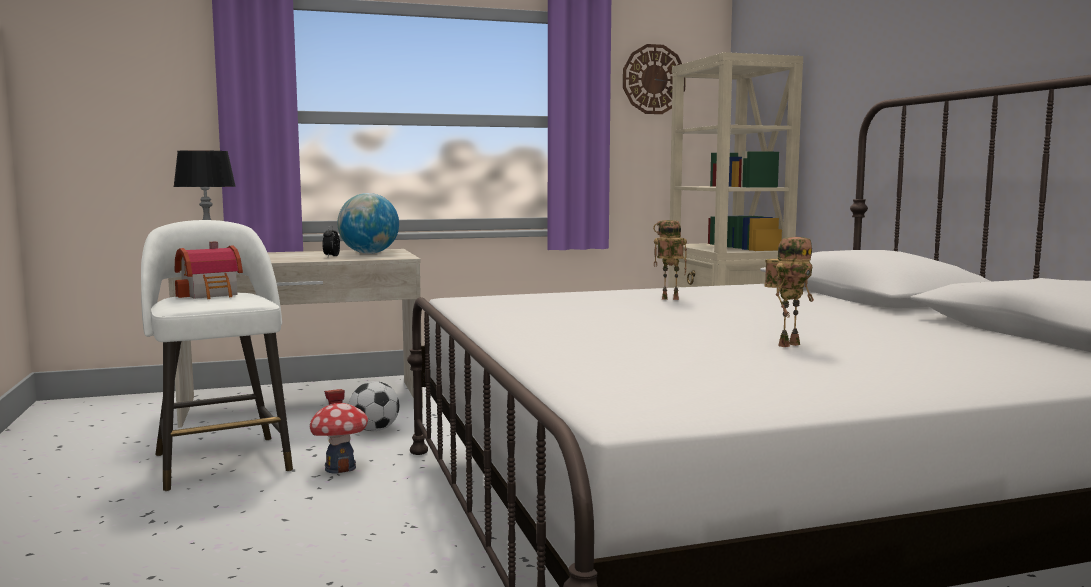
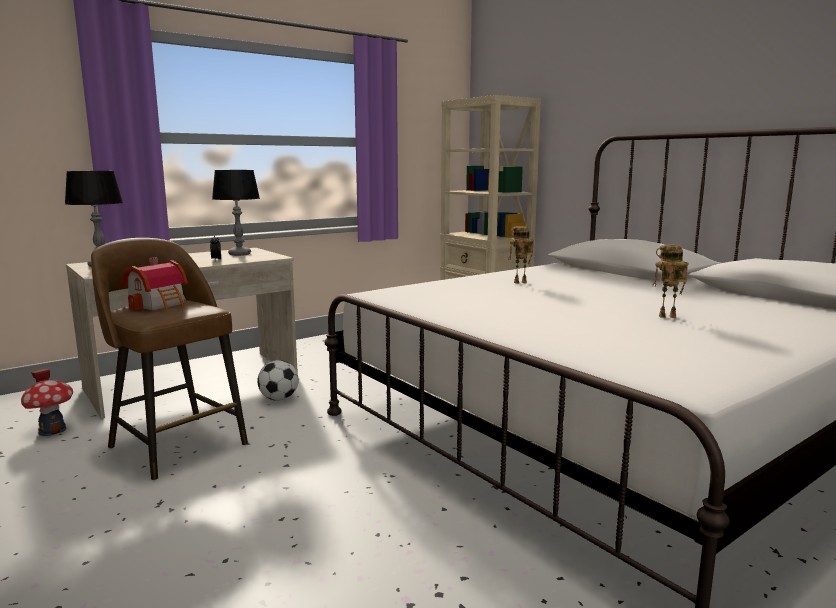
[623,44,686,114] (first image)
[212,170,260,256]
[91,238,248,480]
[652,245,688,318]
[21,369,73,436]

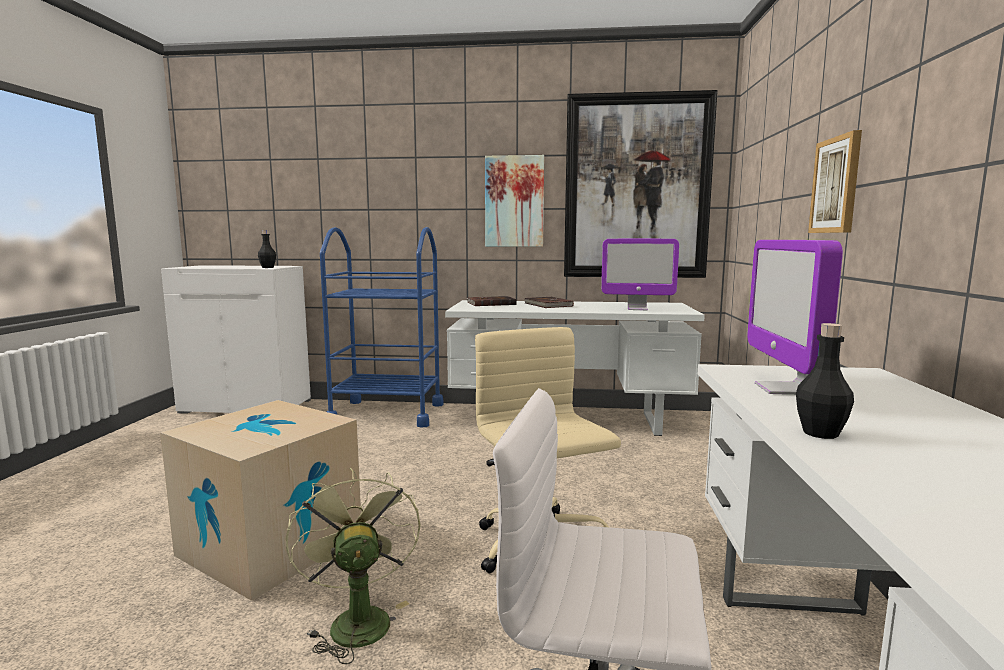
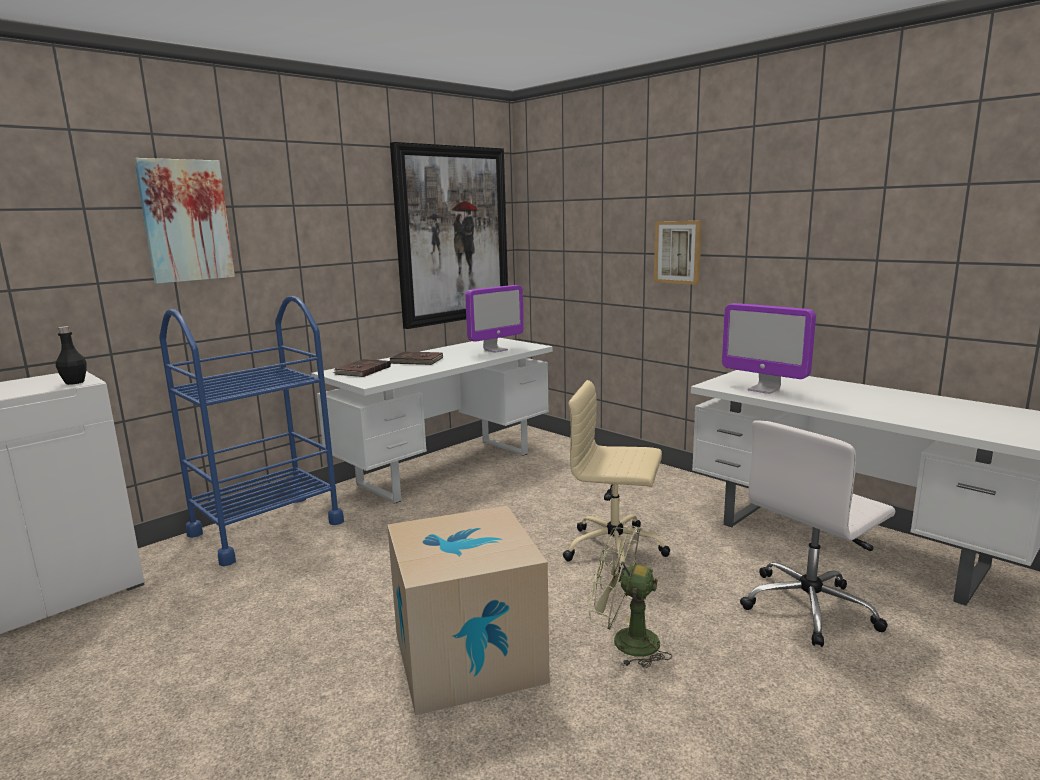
[134,158,235,284]
[796,323,854,439] (first image)

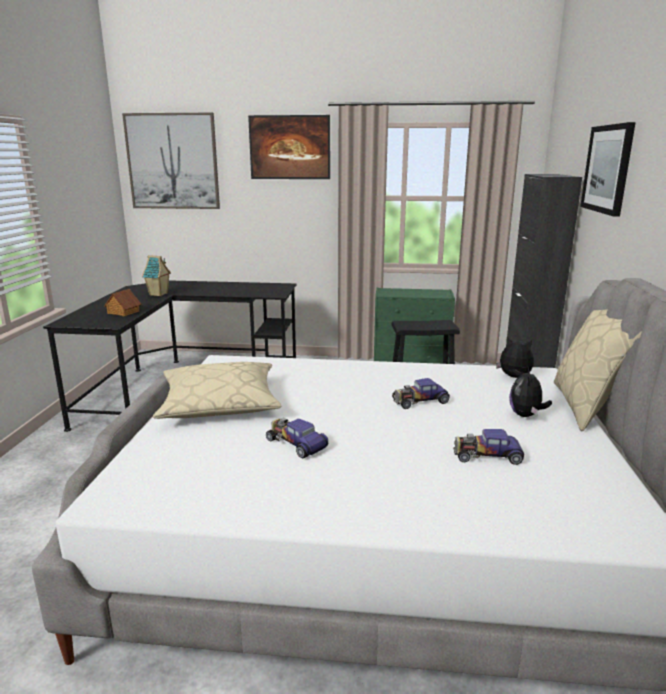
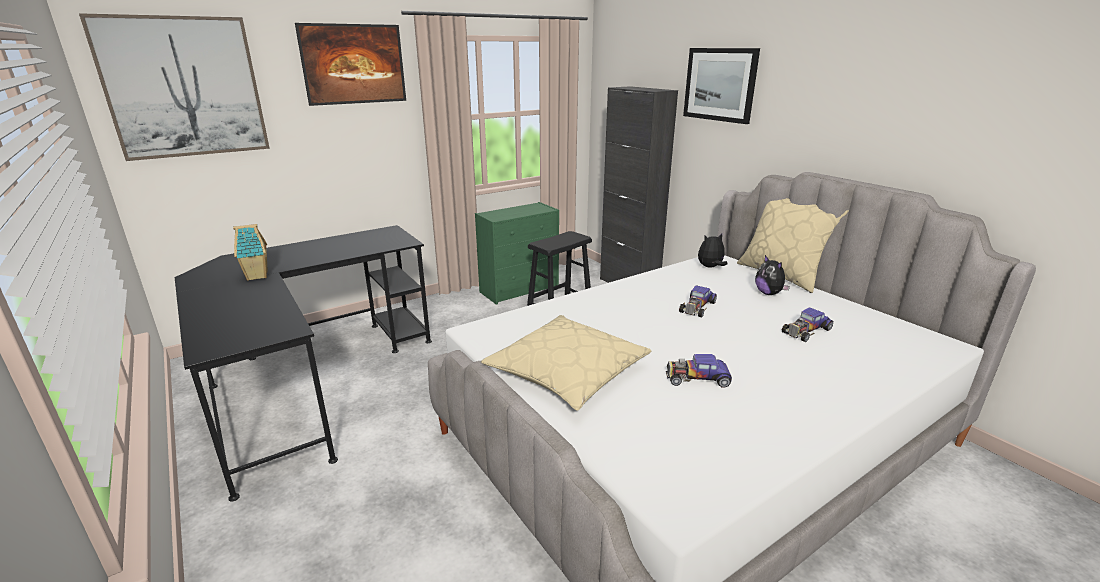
[104,289,142,316] (first image)

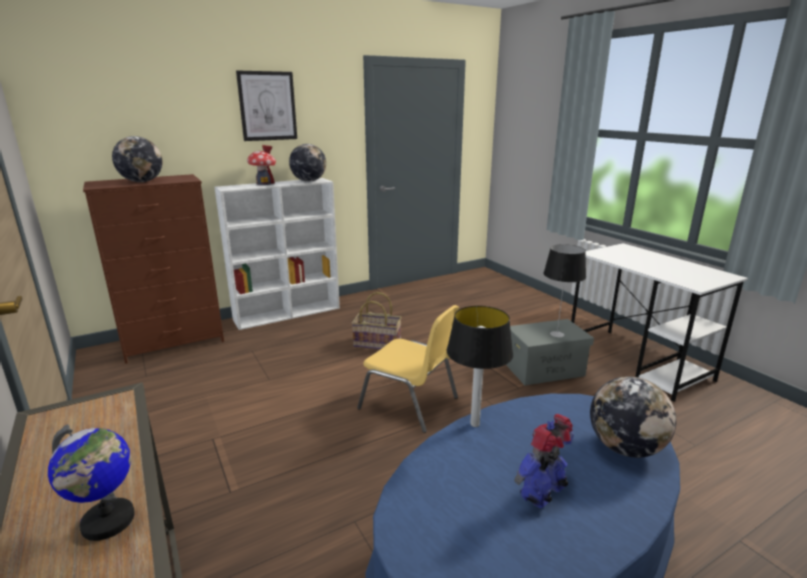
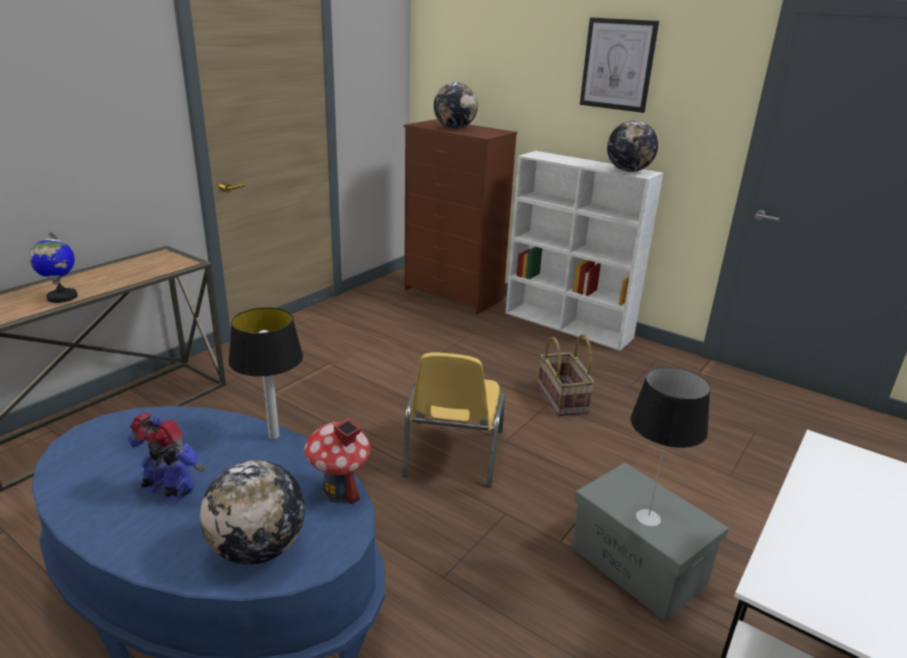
[304,417,371,504]

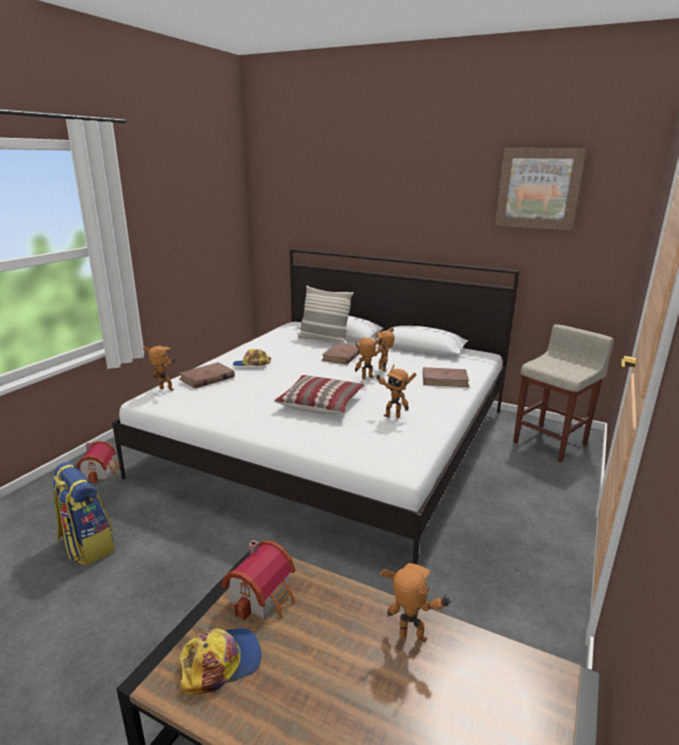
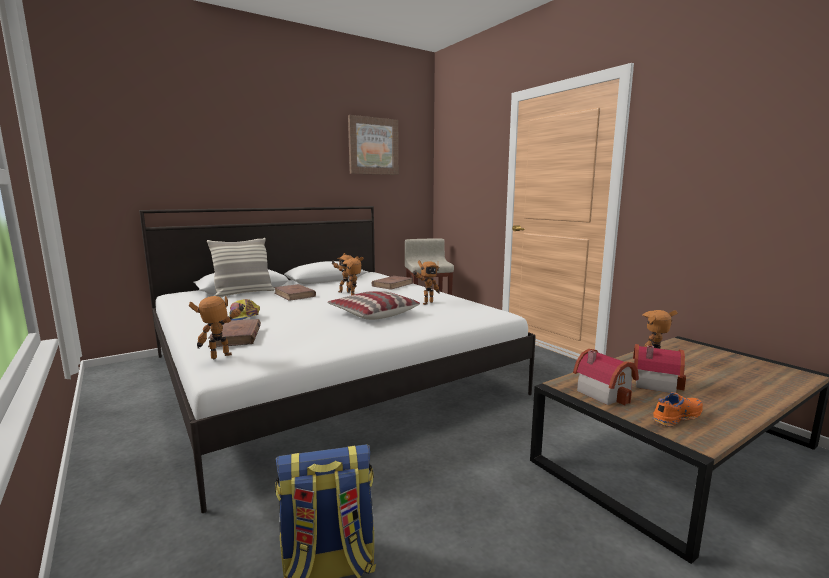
[633,344,686,393]
[652,392,703,427]

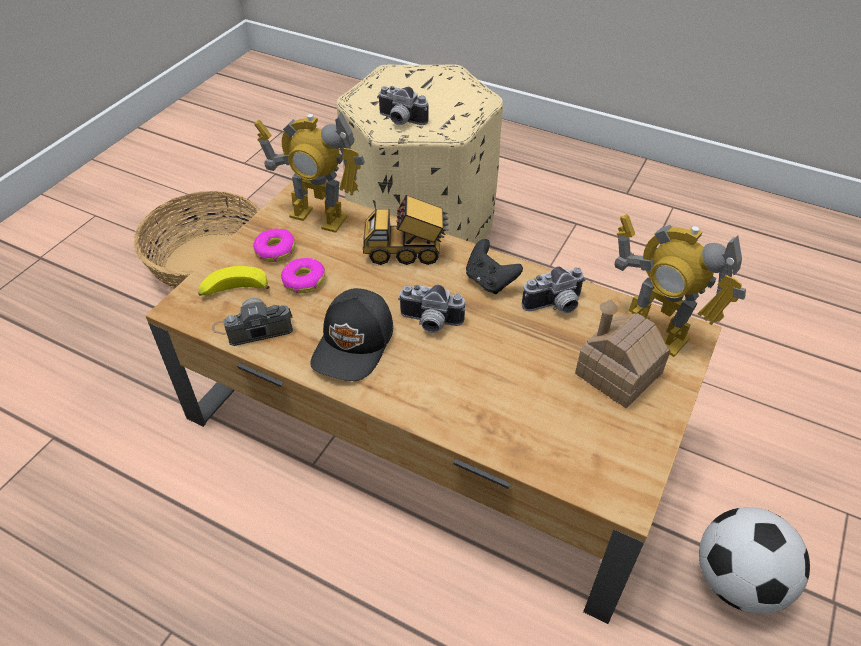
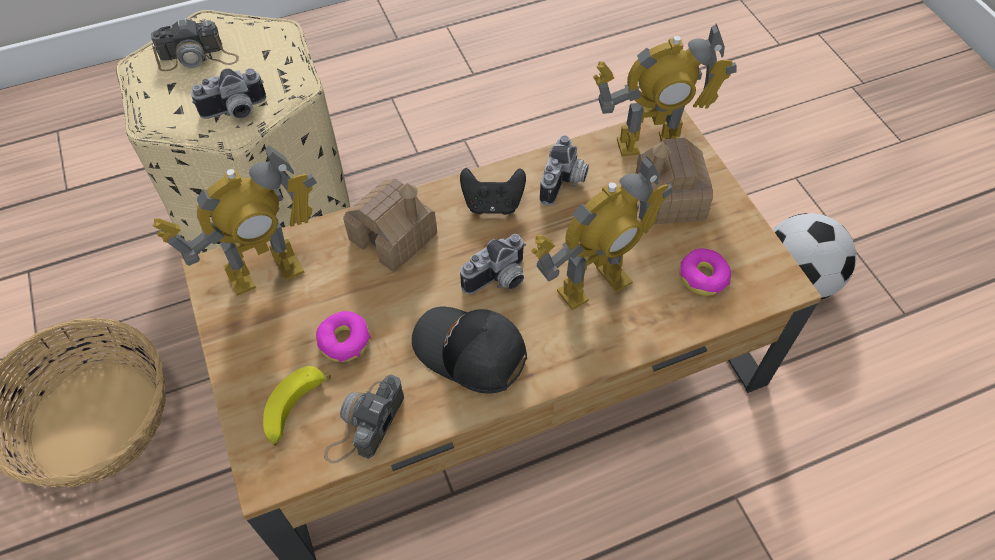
[343,179,437,272]
[679,248,731,296]
[412,307,527,393]
[151,18,239,71]
[531,156,673,310]

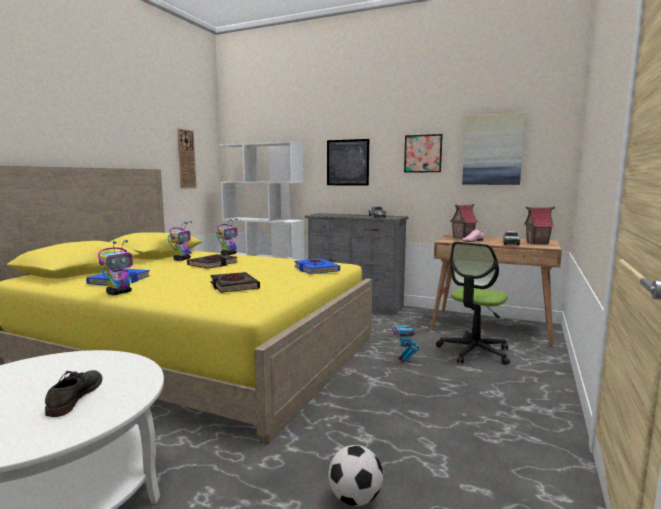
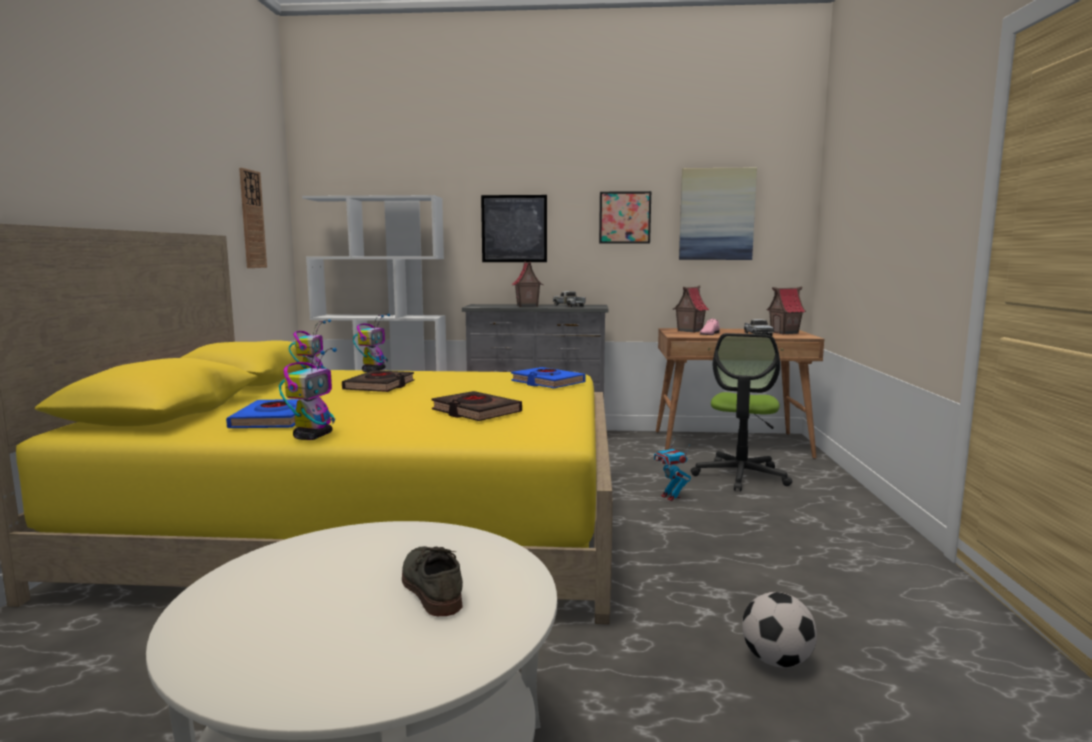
[511,261,543,307]

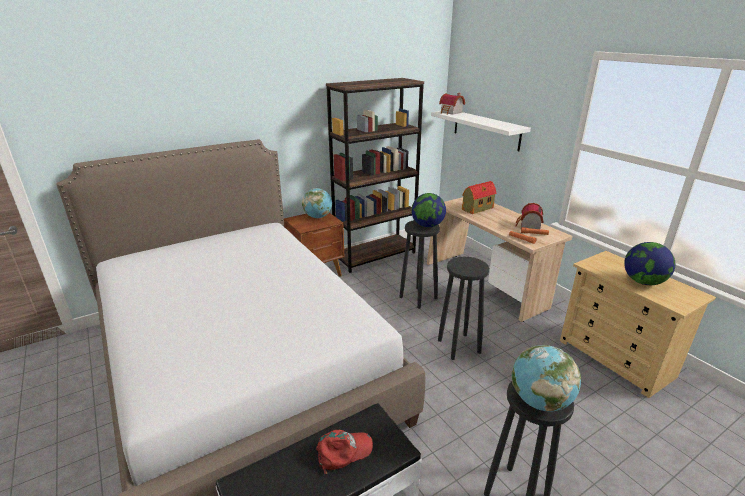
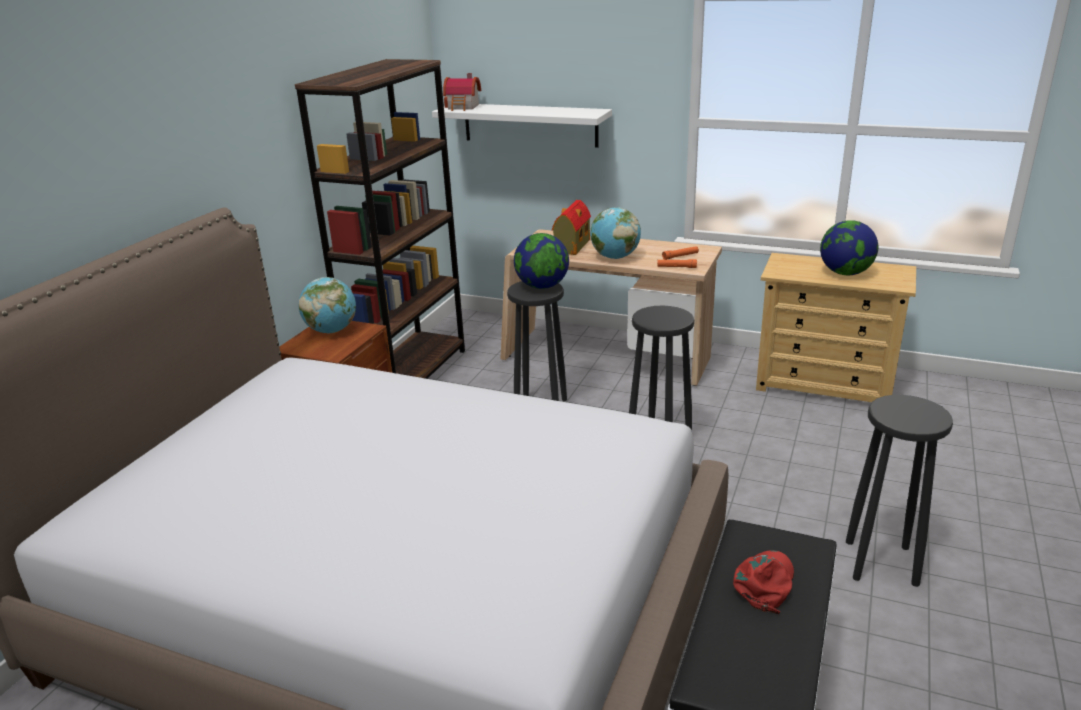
[515,203,544,229] (first image)
[590,207,641,259]

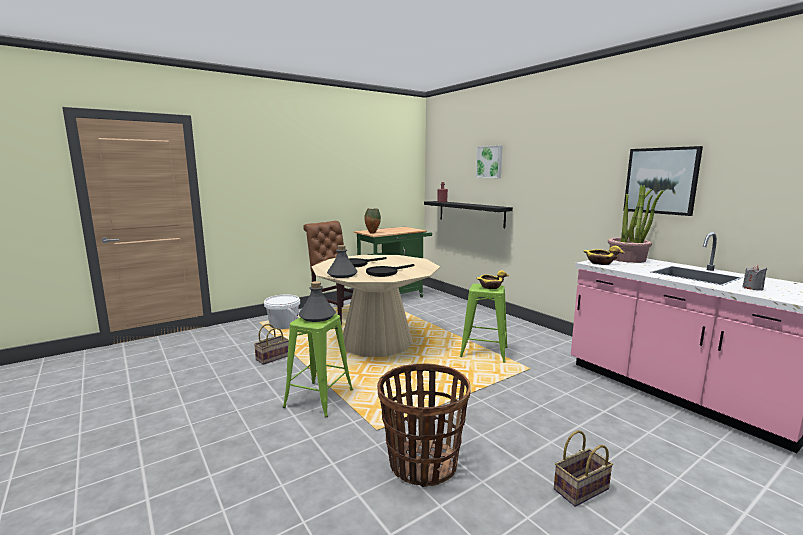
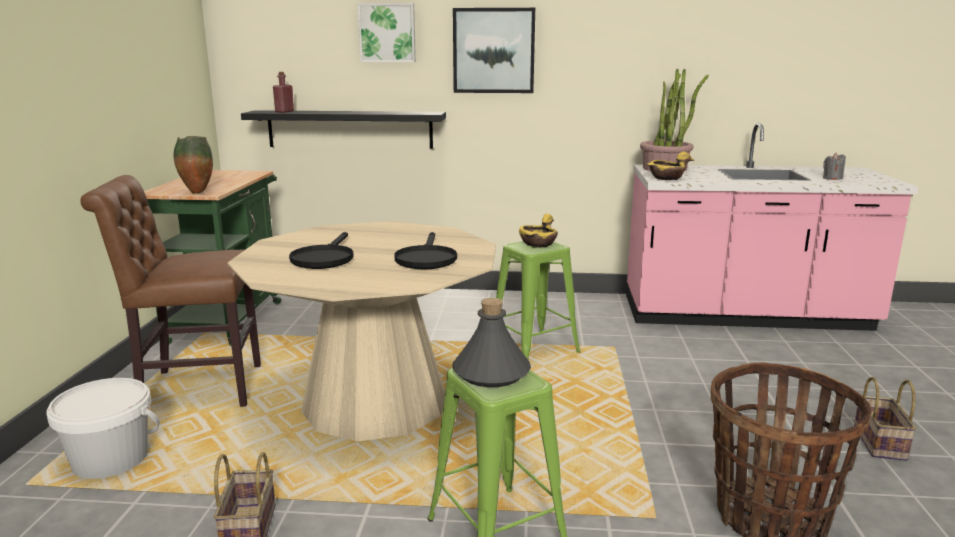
[453,8,535,93]
[327,245,358,278] (first image)

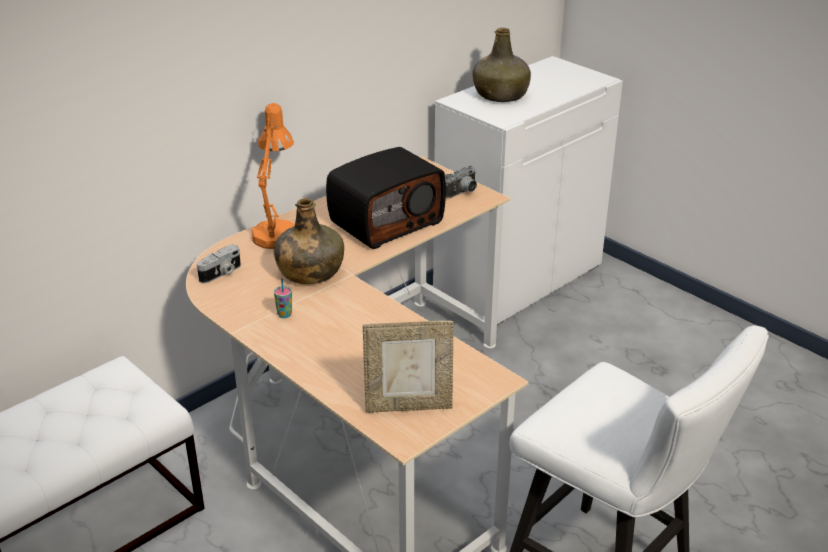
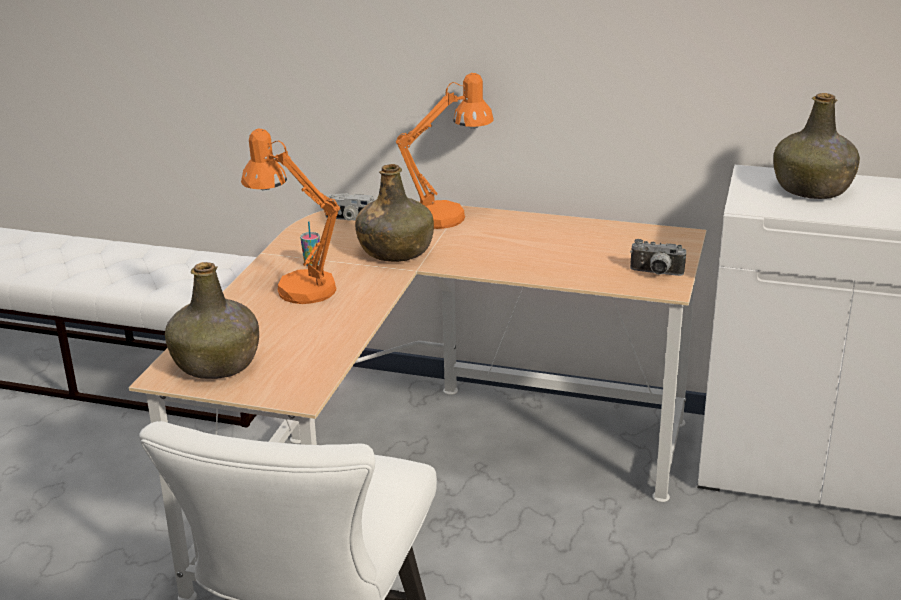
[326,147,446,249] (first image)
[165,262,259,379]
[241,129,340,304]

